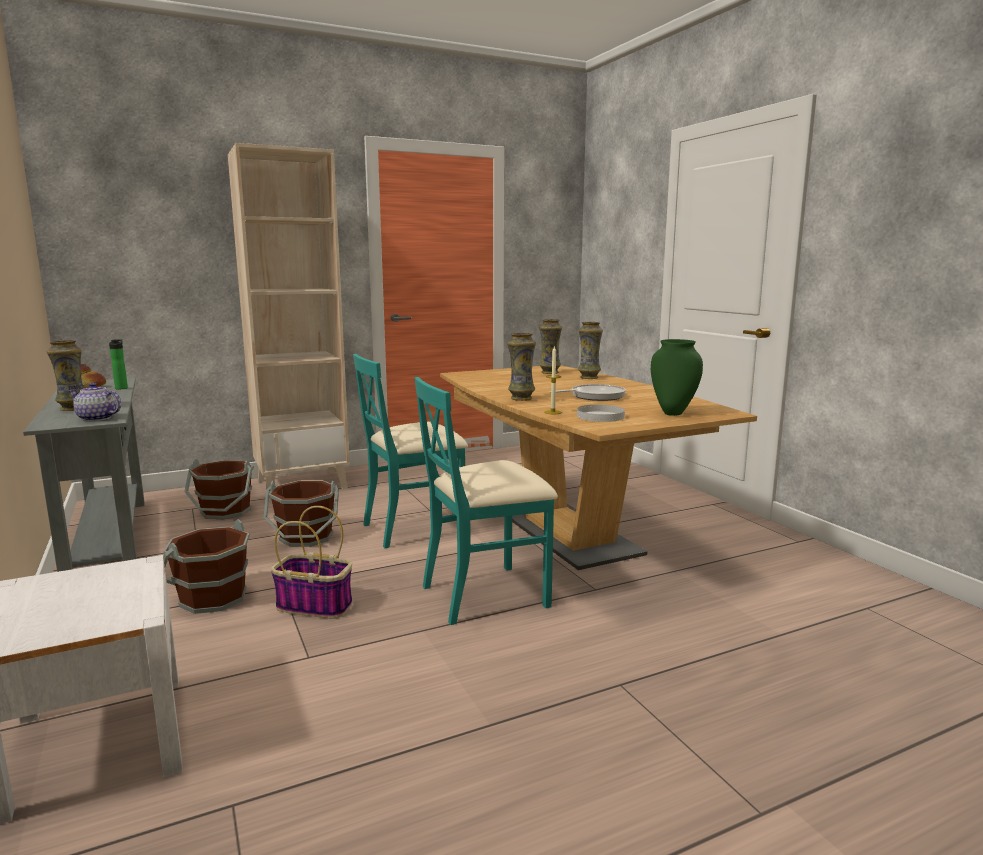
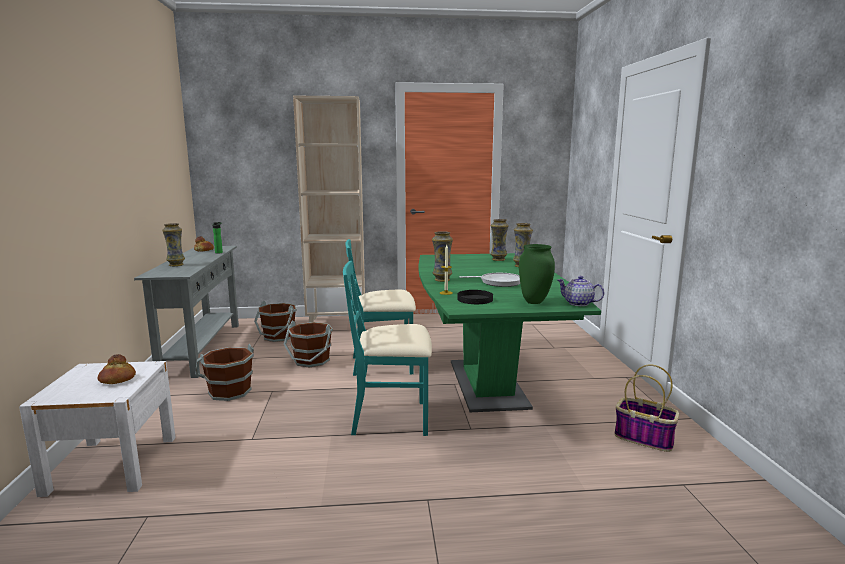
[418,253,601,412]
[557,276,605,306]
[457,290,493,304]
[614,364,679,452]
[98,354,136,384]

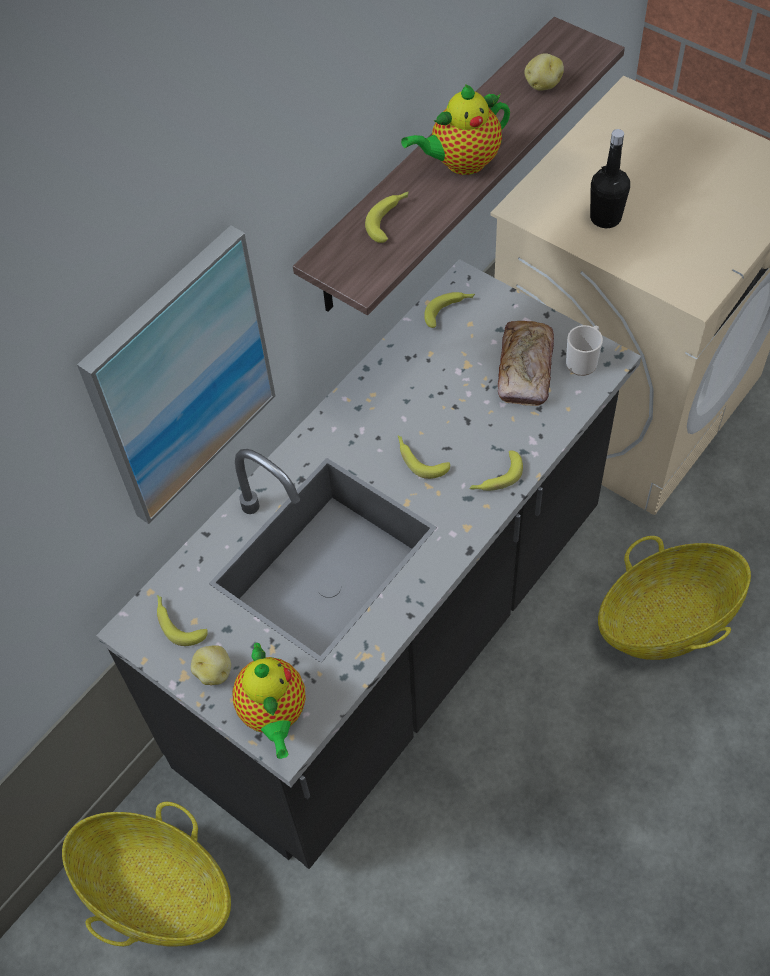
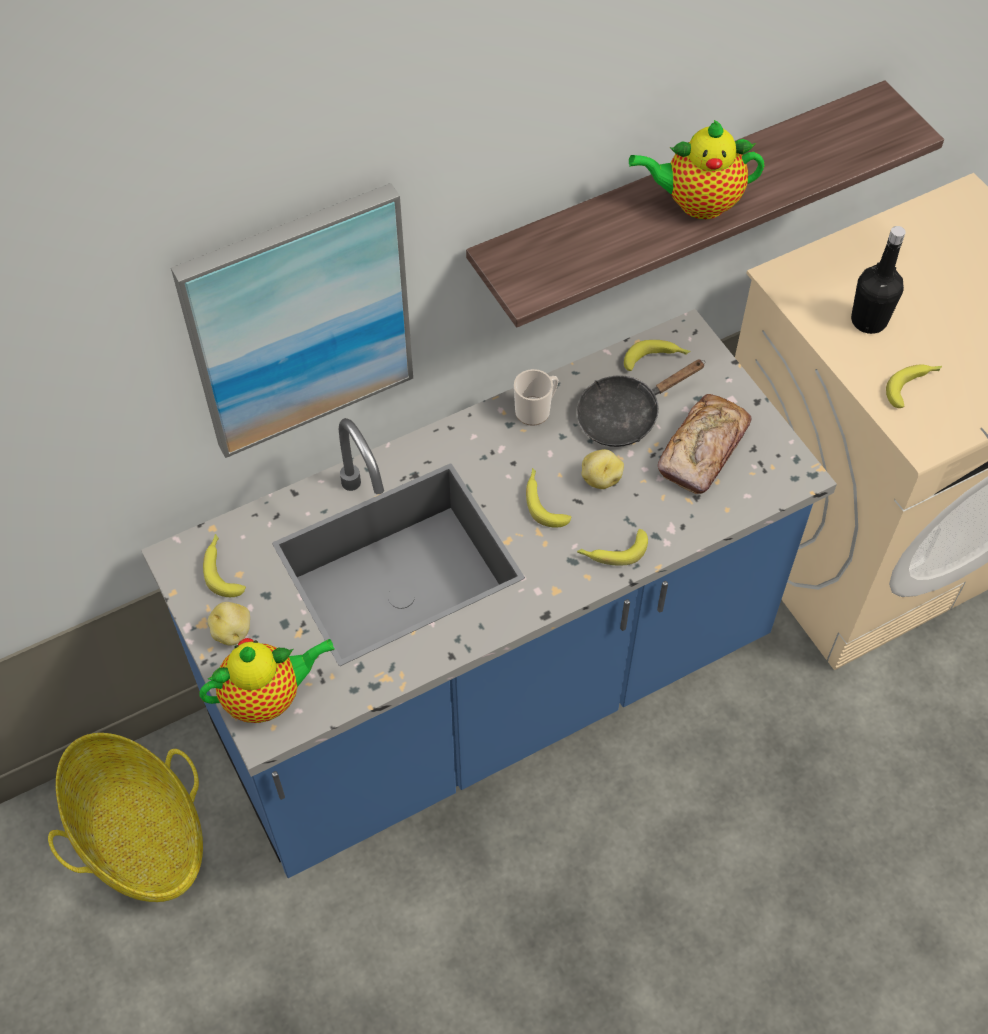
[581,449,624,489]
[886,364,942,408]
[141,309,837,878]
[514,369,558,426]
[598,536,751,660] (first image)
[199,638,335,723]
[576,360,704,447]

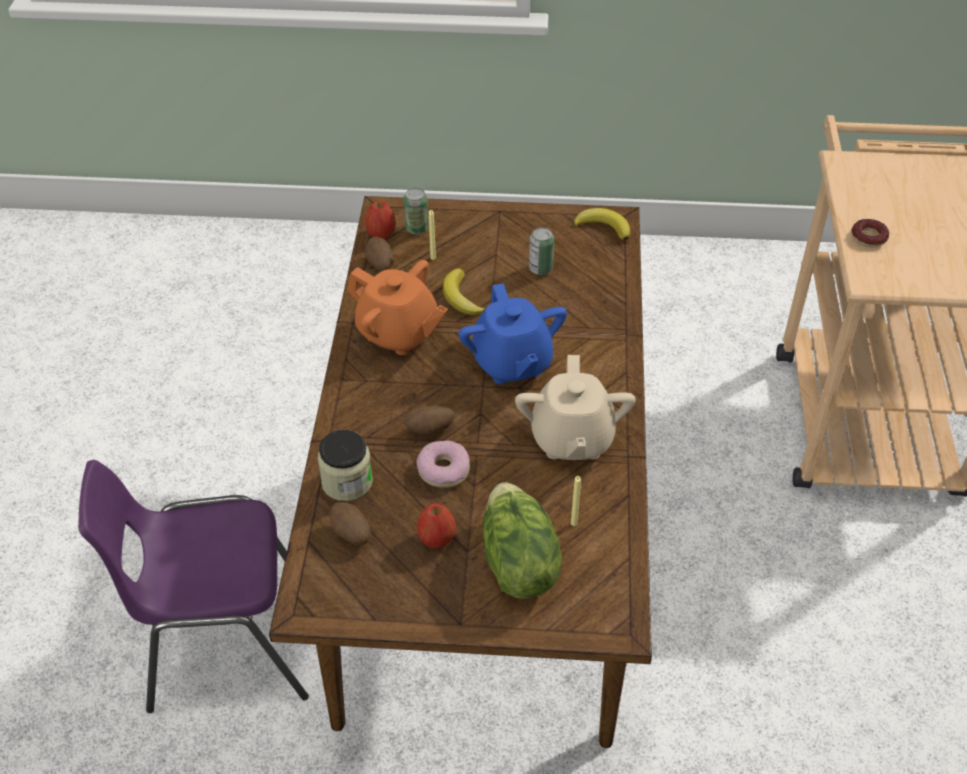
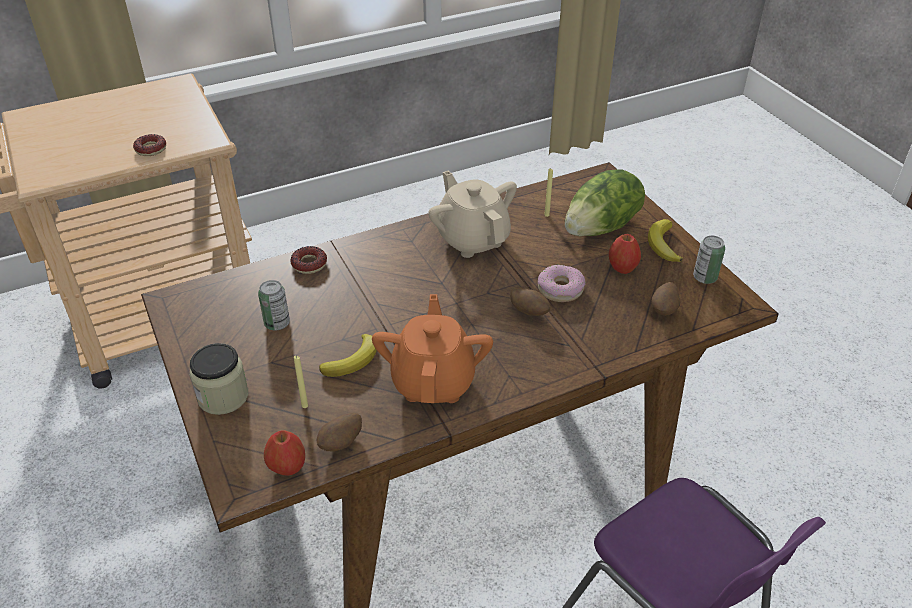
[693,236,725,284]
[648,219,683,262]
[458,283,567,384] (first image)
[428,171,517,258]
[190,343,248,415]
[290,246,327,274]

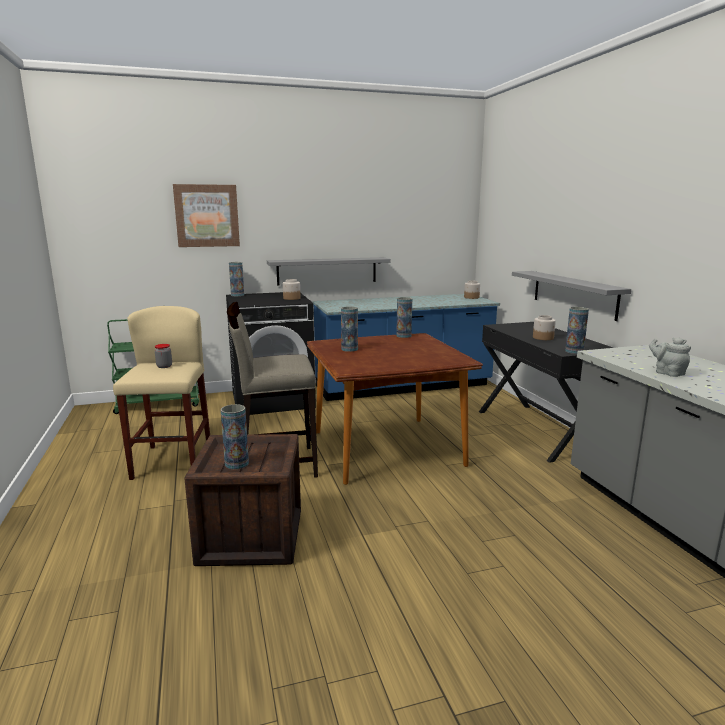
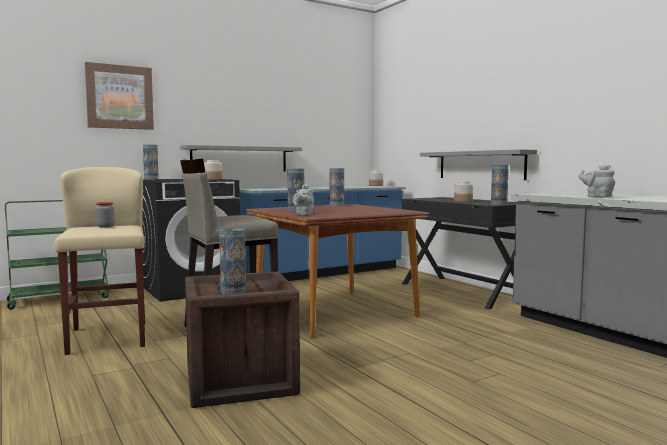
[293,184,314,215]

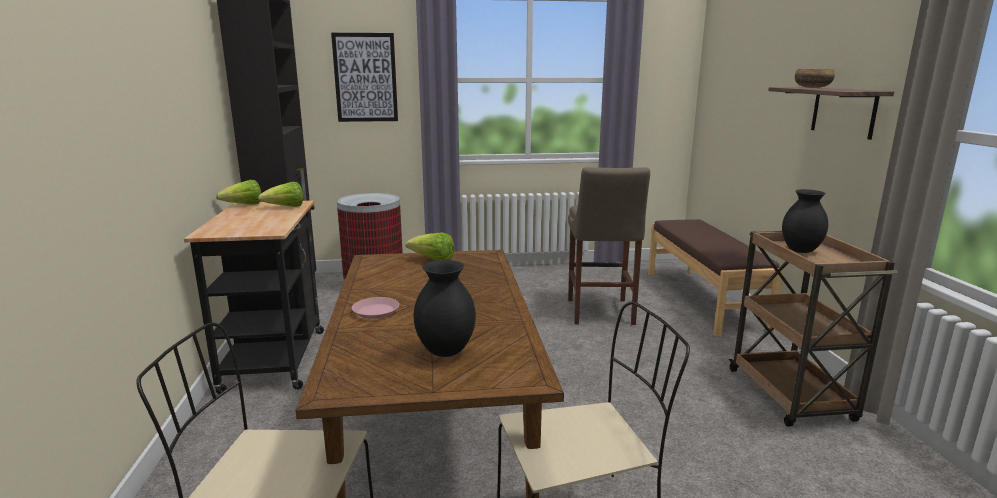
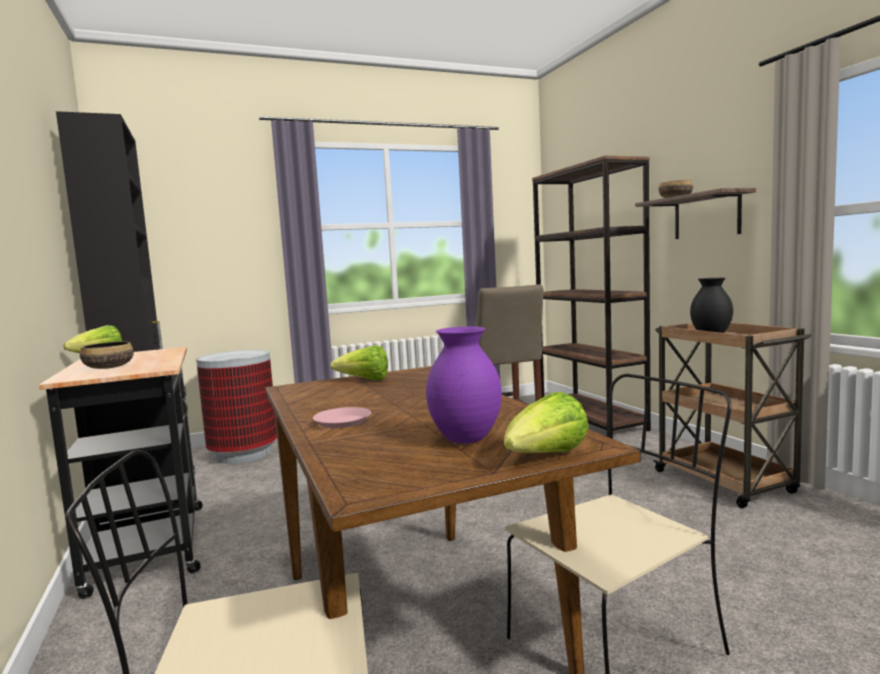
[331,33,398,122] (first image)
[504,392,589,453]
[532,156,651,439]
[426,326,502,444]
[80,342,134,369]

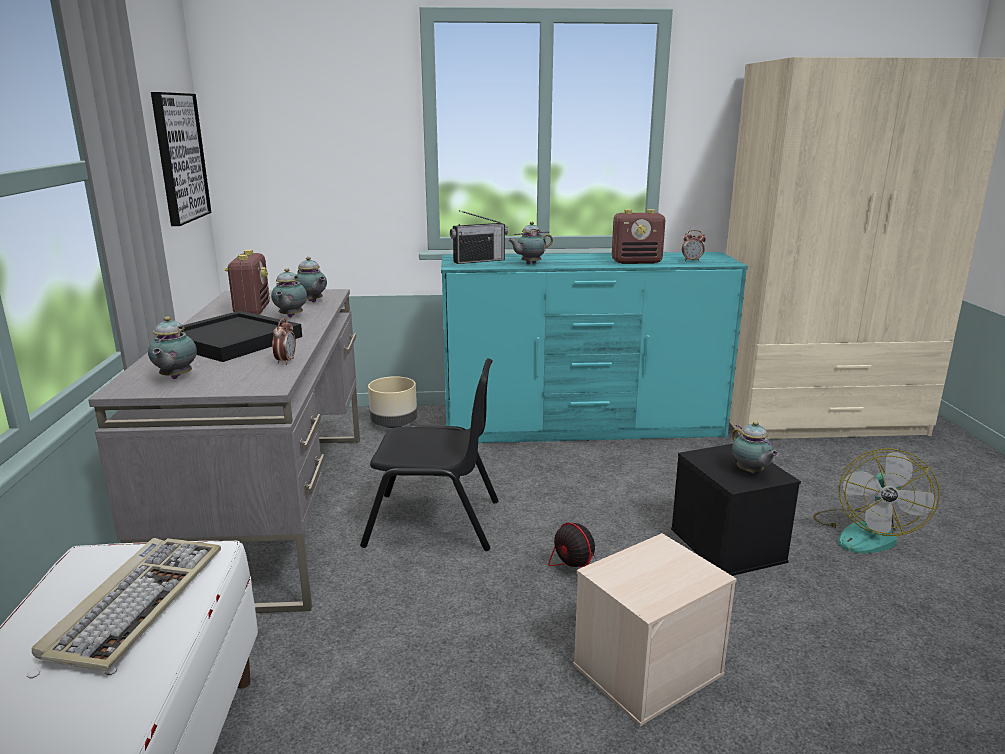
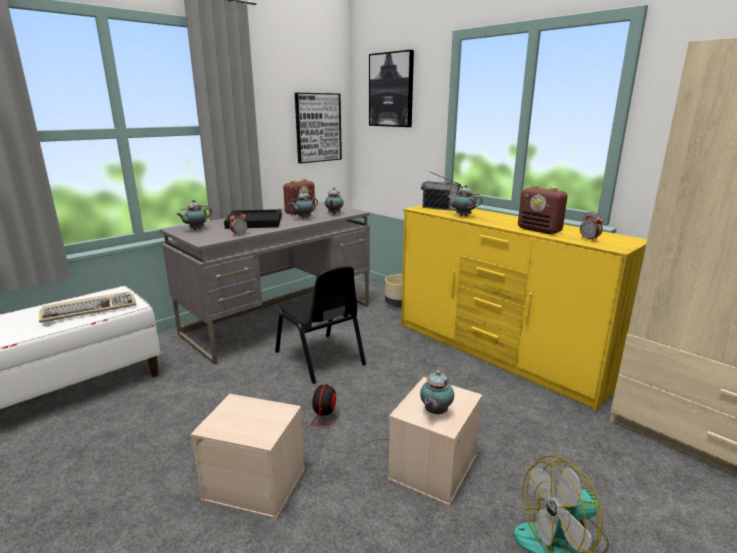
[401,205,647,411]
[388,377,482,506]
[369,50,414,127]

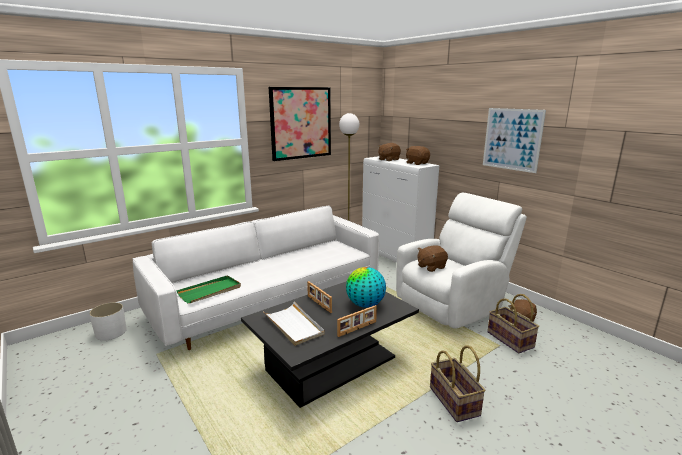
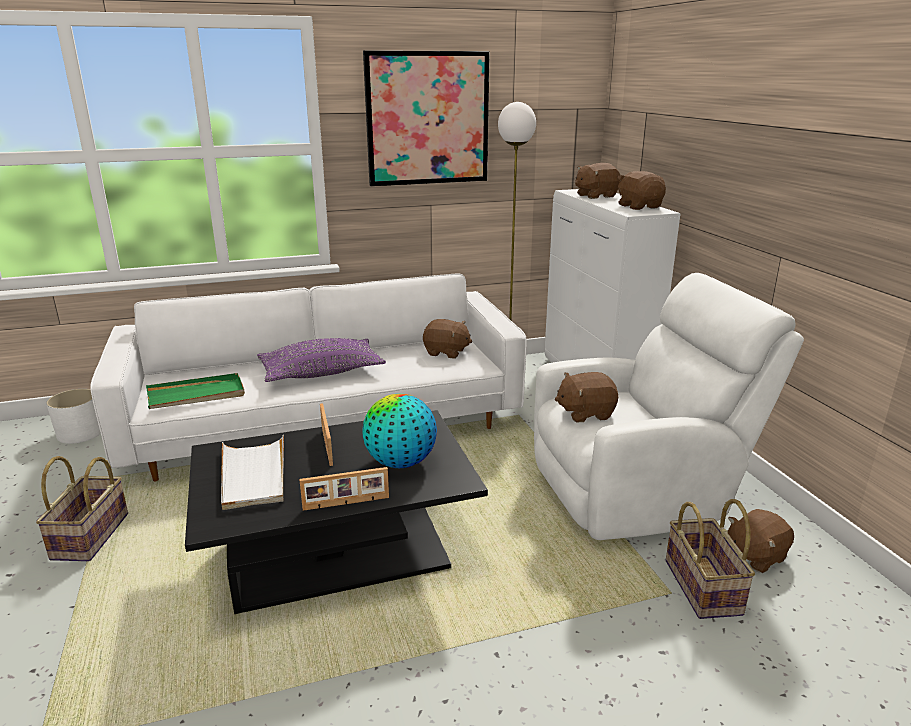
[483,108,546,173] (first image)
[36,456,128,561]
[423,319,472,359]
[257,338,386,382]

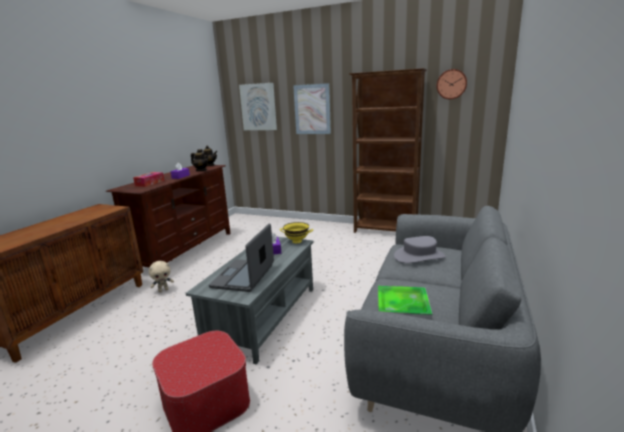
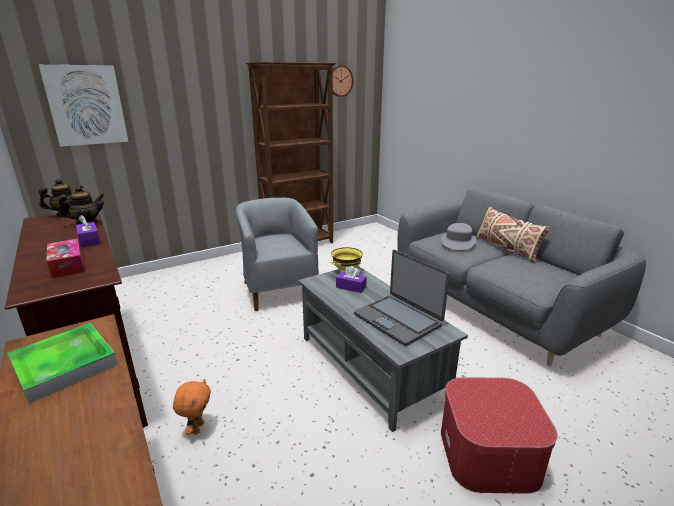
[293,83,331,134] (first image)
[173,378,211,435]
[7,323,118,403]
[236,198,319,311]
[476,207,550,264]

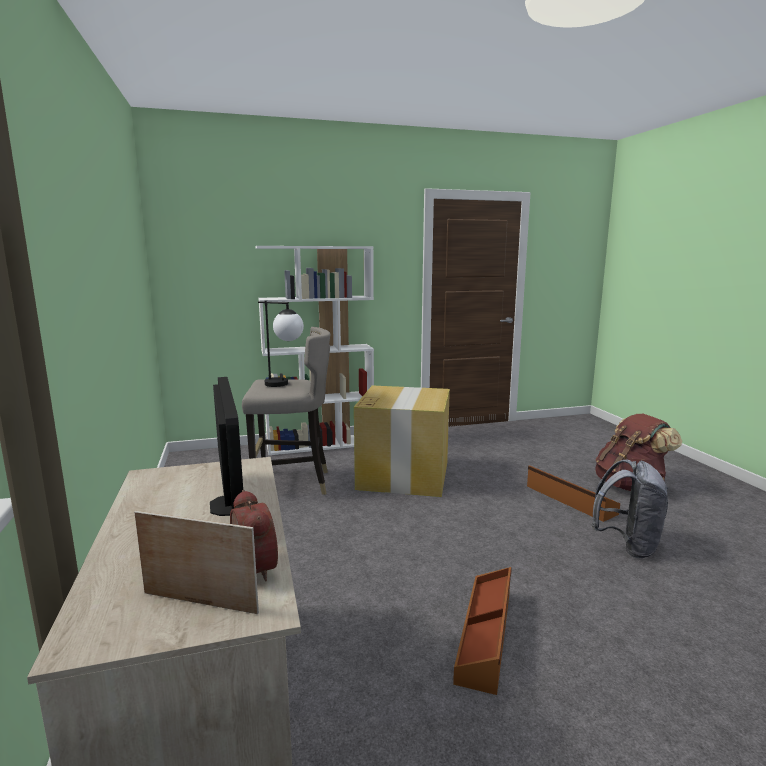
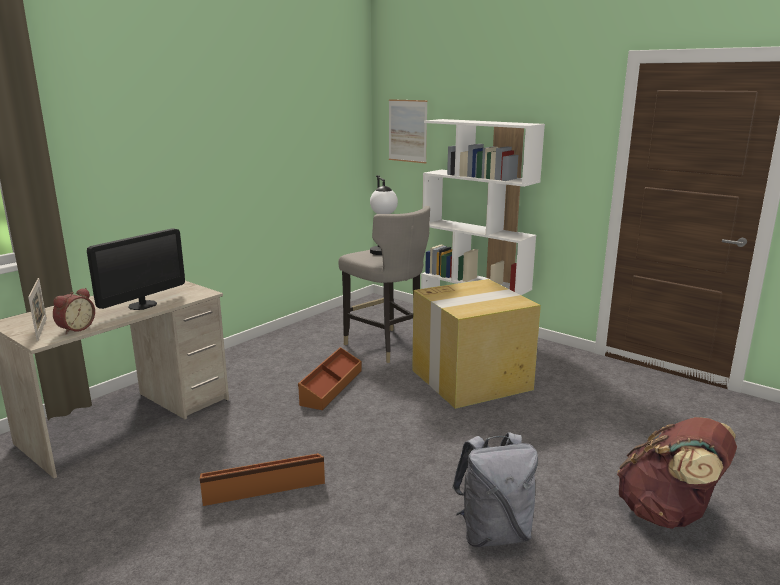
[298,347,362,410]
[389,99,428,164]

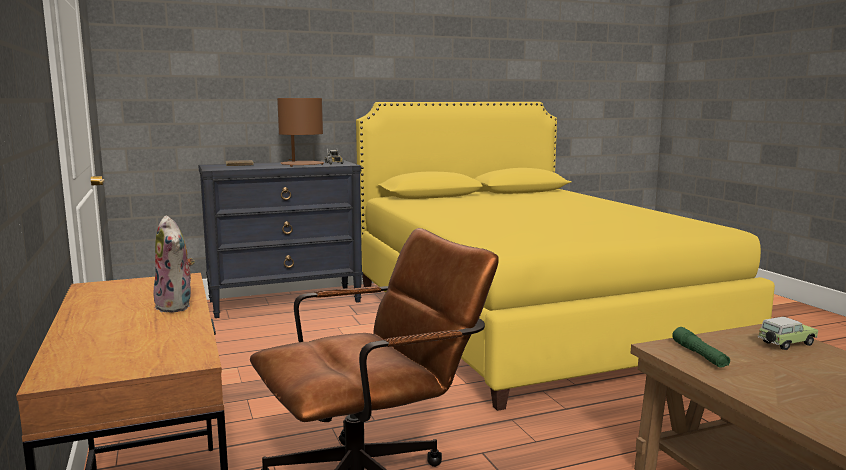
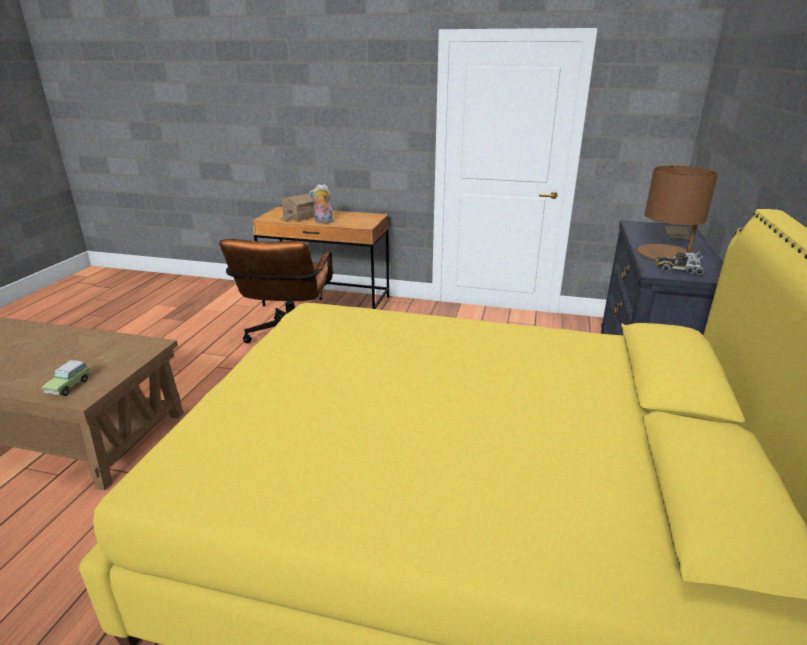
[672,327,730,368] (first image)
[280,194,314,222]

